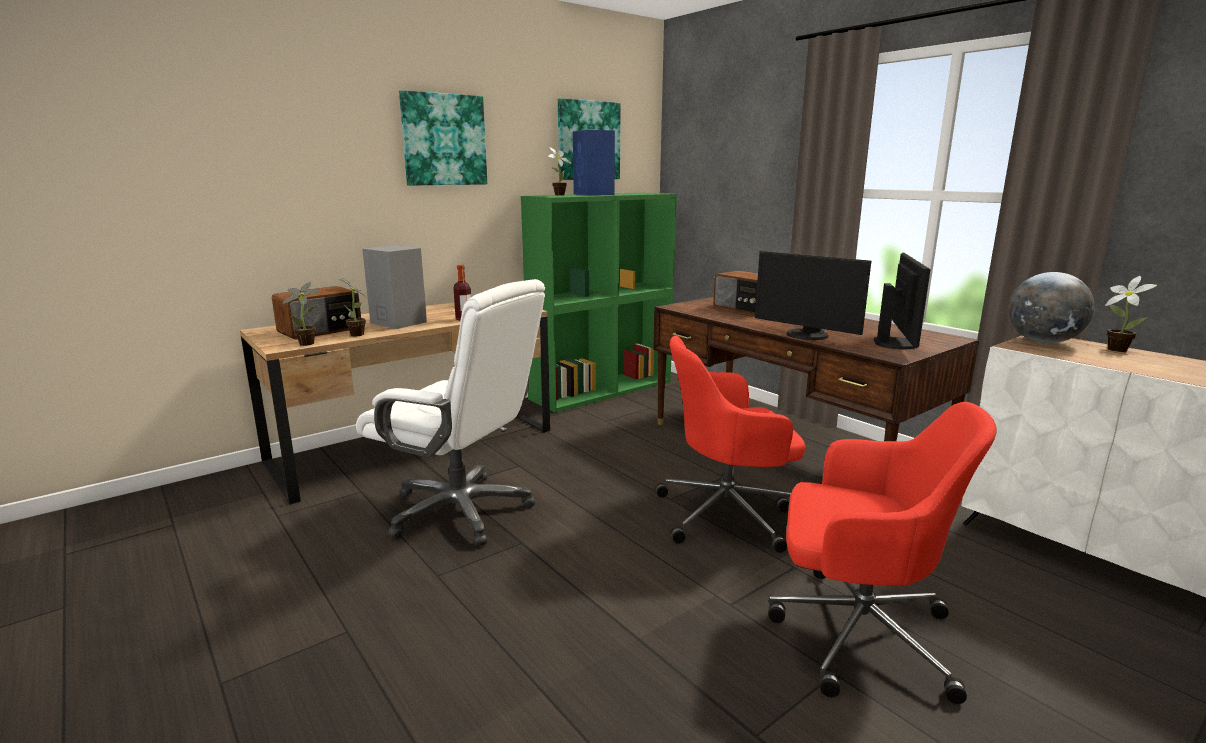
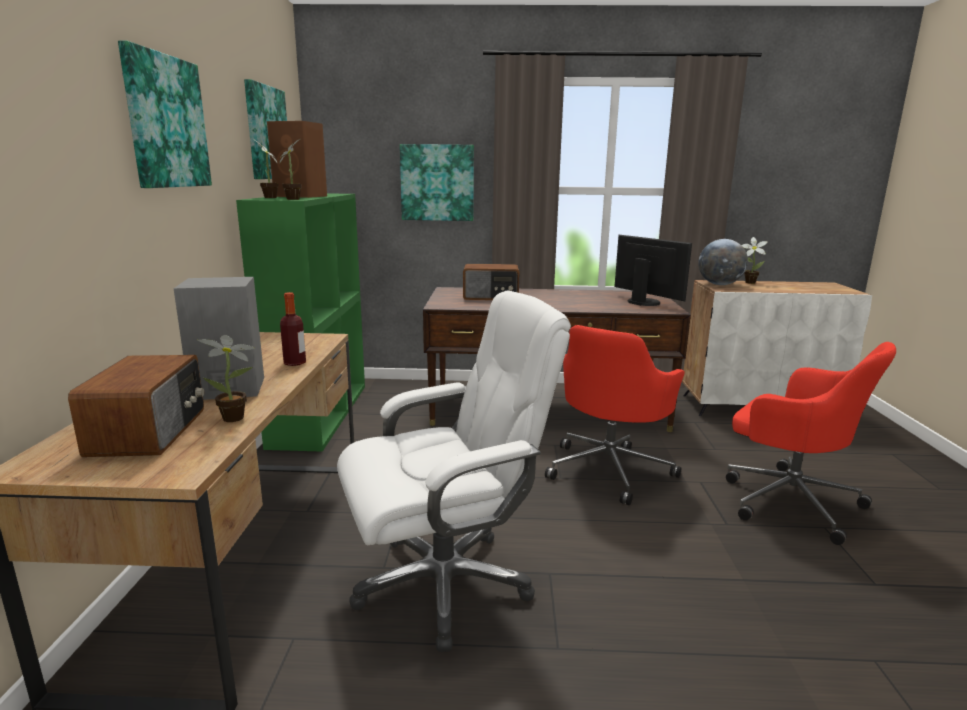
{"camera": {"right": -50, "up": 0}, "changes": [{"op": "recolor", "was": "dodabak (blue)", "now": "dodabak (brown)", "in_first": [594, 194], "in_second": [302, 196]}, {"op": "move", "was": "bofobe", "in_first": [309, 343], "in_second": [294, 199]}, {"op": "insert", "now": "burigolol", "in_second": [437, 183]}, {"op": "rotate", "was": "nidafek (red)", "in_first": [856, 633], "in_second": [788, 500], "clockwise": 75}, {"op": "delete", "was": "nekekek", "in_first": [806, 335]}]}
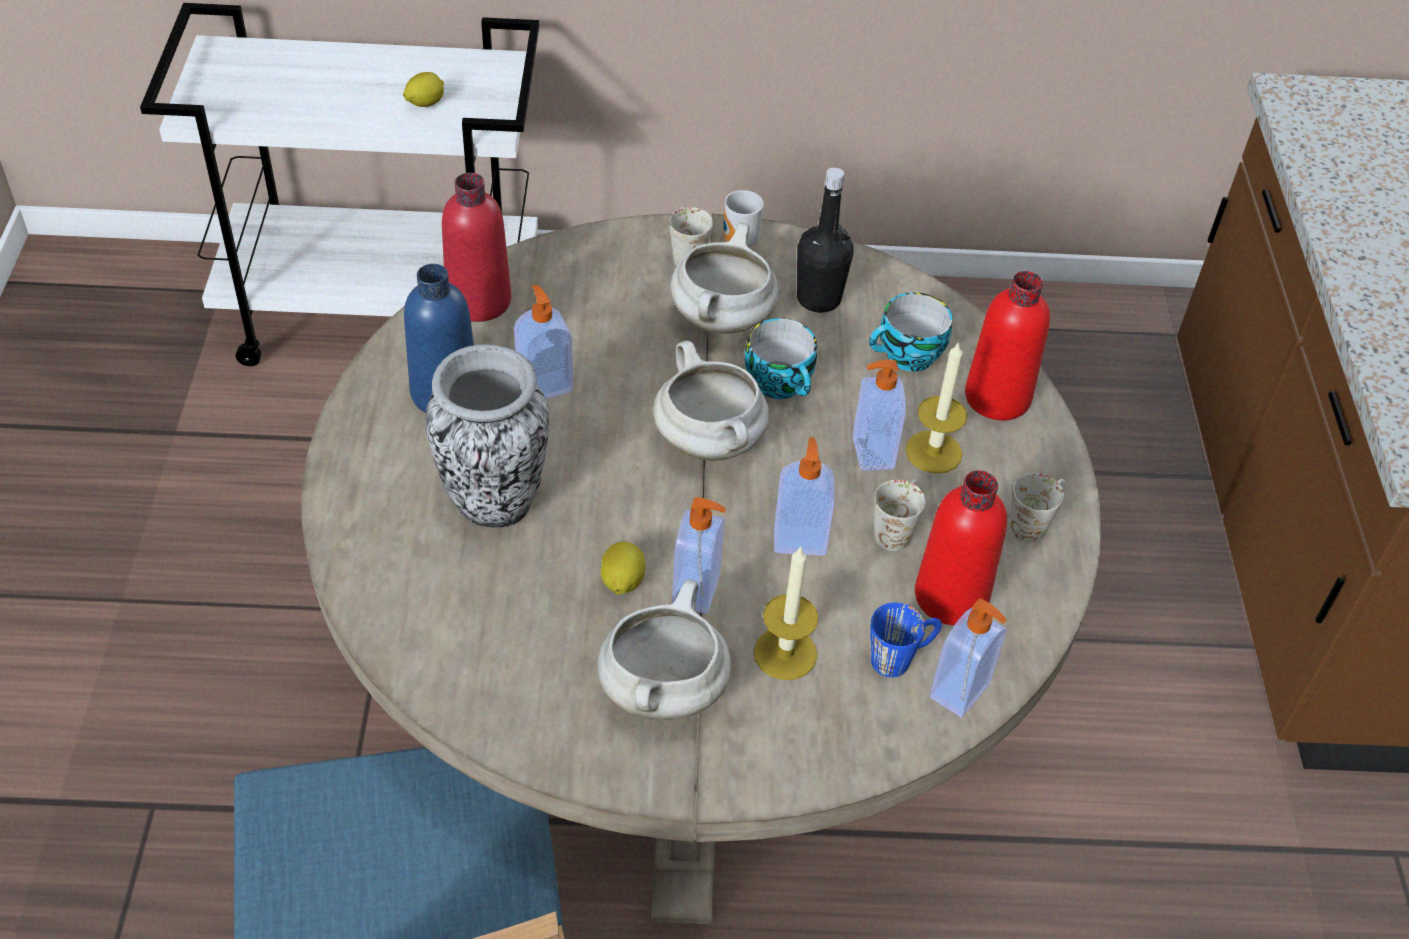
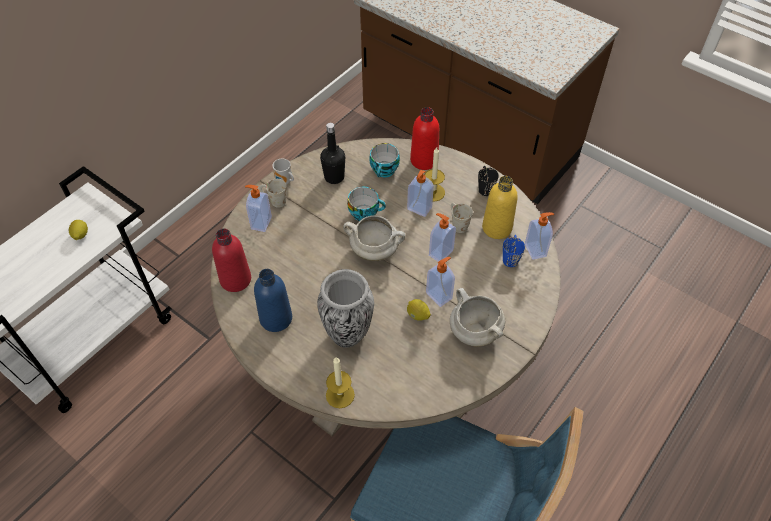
{"camera": {"right": -50, "up": 5}, "changes": [{"op": "move", "was": "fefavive", "in_first": [544, 385], "in_second": [260, 223]}, {"op": "move", "was": "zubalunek", "in_first": [785, 653], "in_second": [340, 395]}, {"op": "recolor", "was": "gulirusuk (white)", "now": "gulirusuk (black)", "in_first": [1034, 523], "in_second": [484, 187]}, {"op": "recolor", "was": "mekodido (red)", "now": "mekodido (yellow)", "in_first": [951, 596], "in_second": [497, 228]}, {"op": "delete", "was": "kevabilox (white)", "in_first": [723, 320]}]}
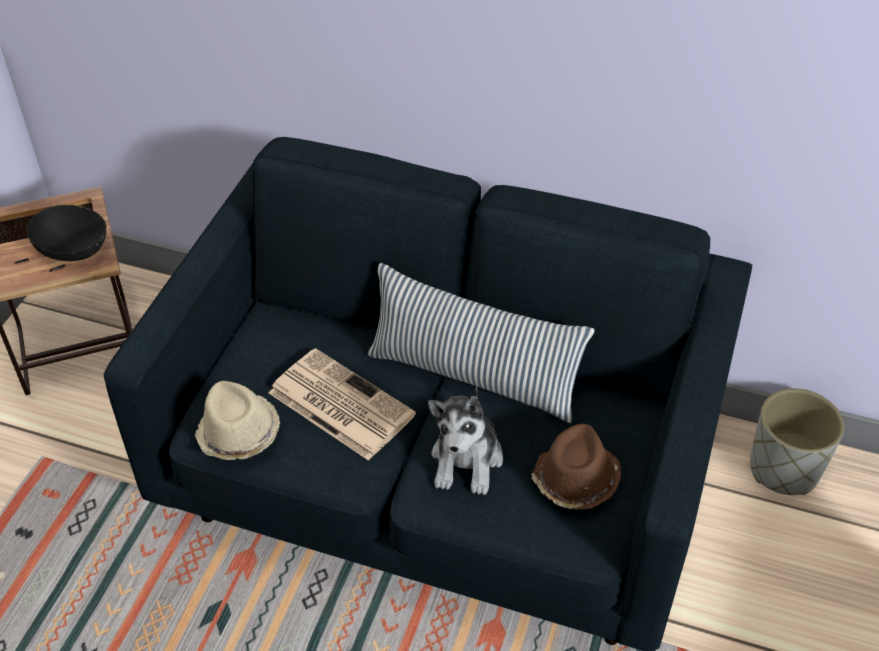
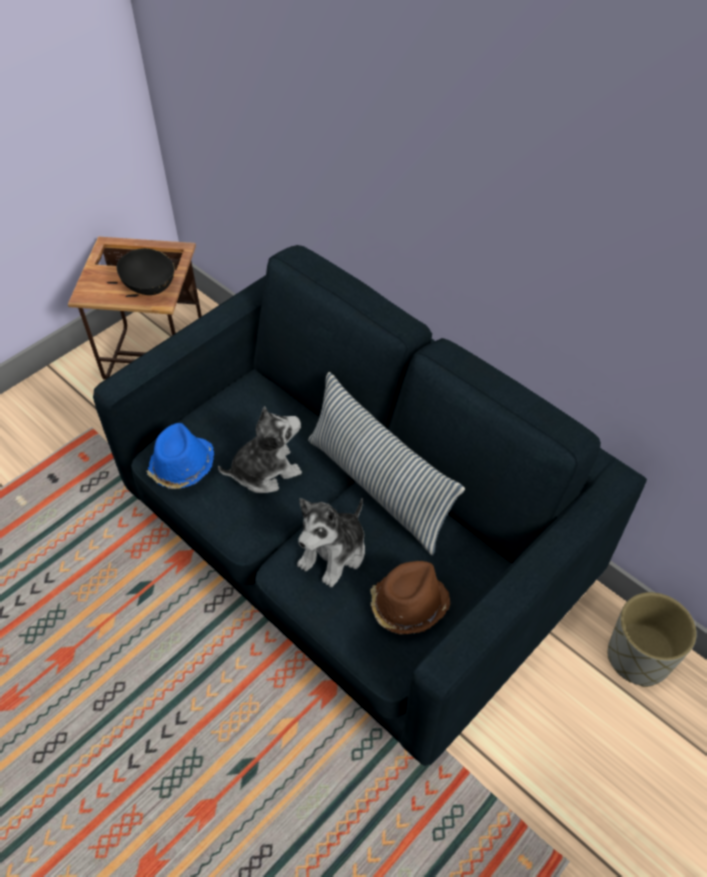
{"camera": {"right": 25, "up": 5}, "changes": [{"op": "recolor", "was": "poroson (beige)", "now": "poroson (blue)", "in_first": [238, 434], "in_second": [182, 467]}, {"op": "replace", "was": "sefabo", "now": "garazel", "in_first": [339, 404], "in_second": [265, 470]}]}
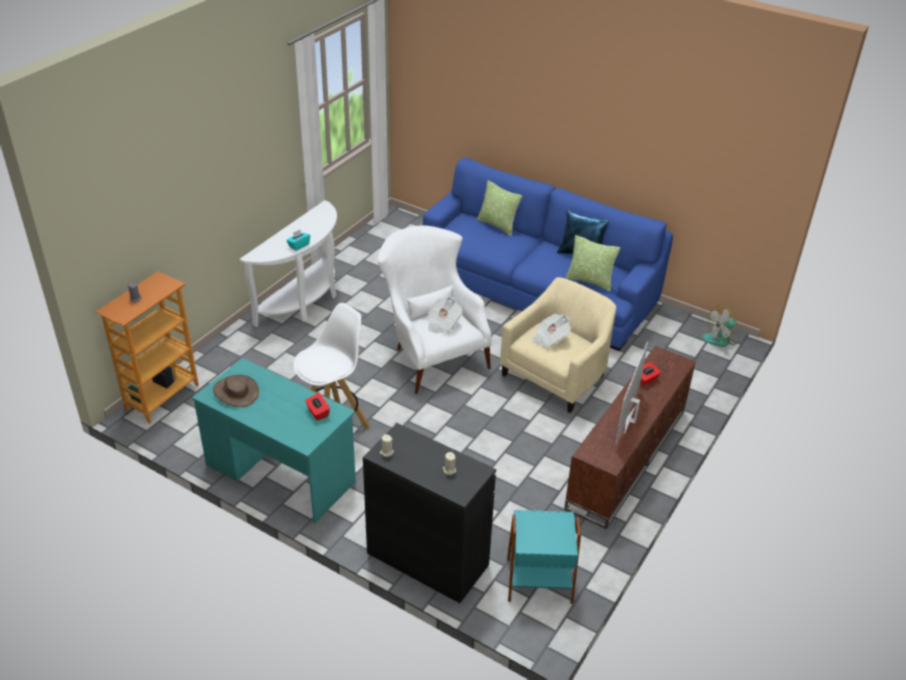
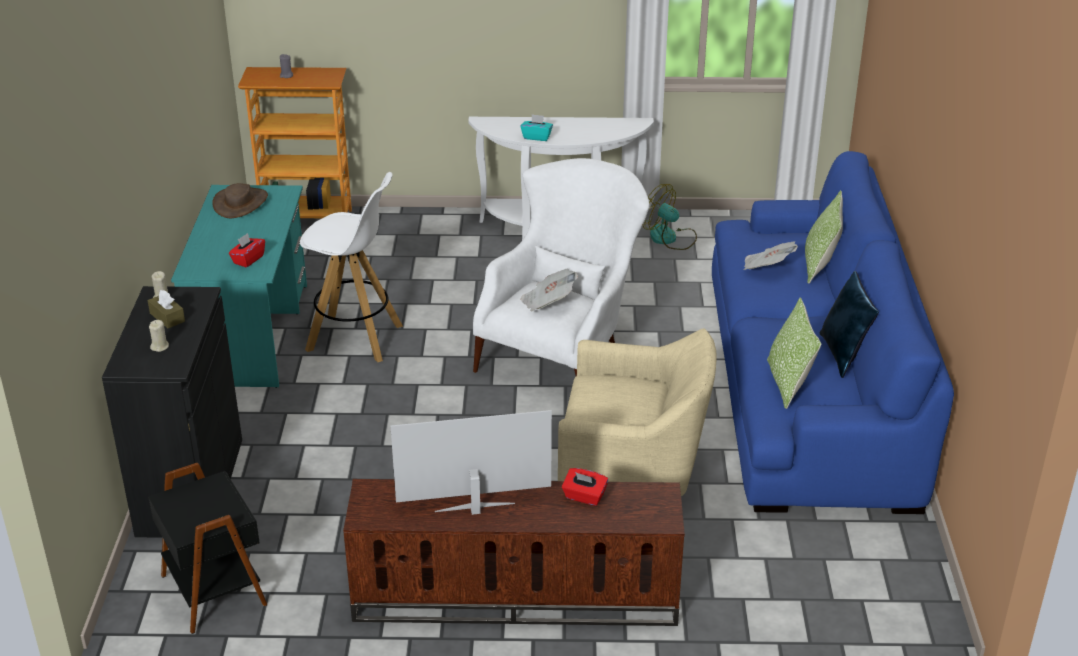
{"camera": {"right": 60, "up": -5}, "changes": [{"op": "insert", "now": "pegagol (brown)", "in_second": [167, 317]}, {"op": "recolor", "was": "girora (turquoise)", "now": "girora (black)", "in_first": [539, 579], "in_second": [216, 589]}, {"op": "move", "was": "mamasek", "in_first": [721, 339], "in_second": [669, 238]}, {"op": "move", "was": "sefabo", "in_first": [549, 338], "in_second": [767, 268]}]}
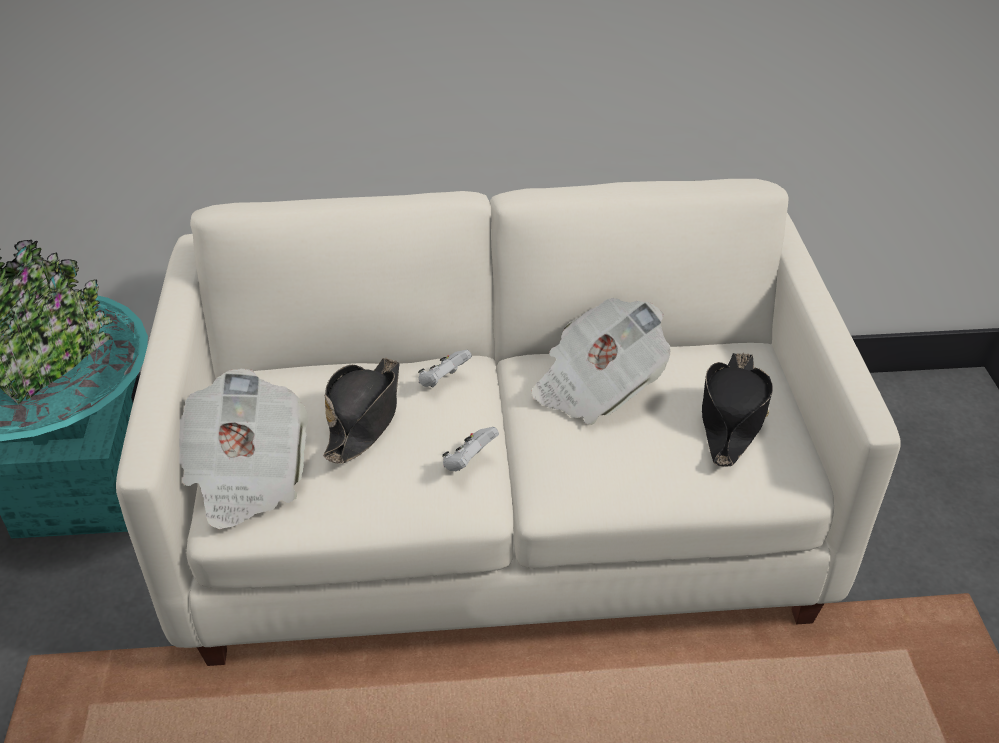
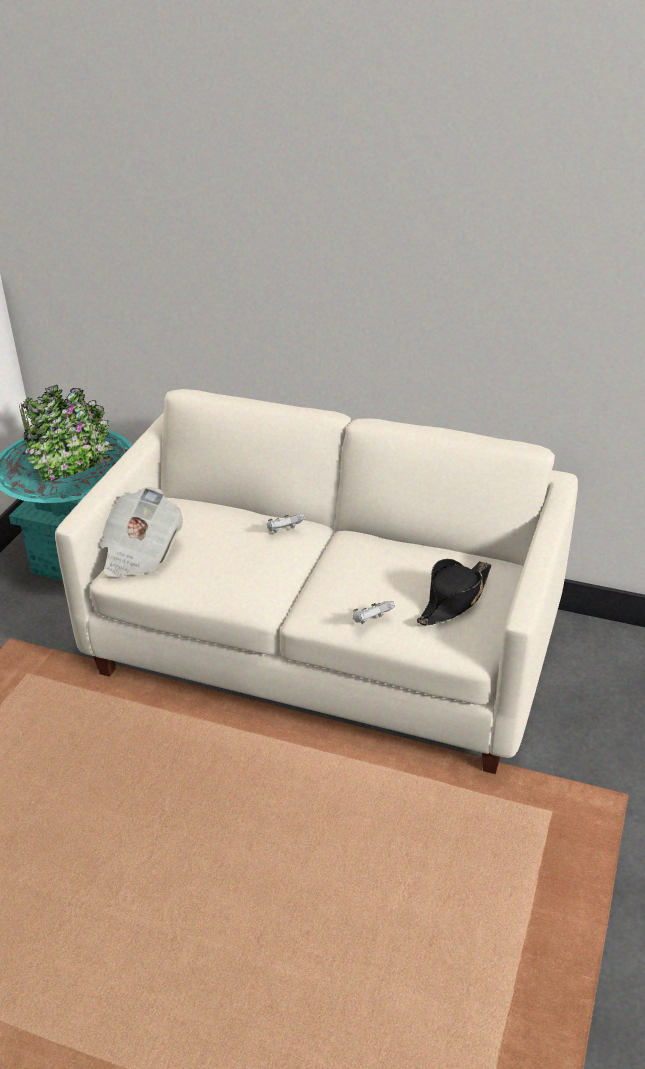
{"camera": {"right": 25, "up": -5}, "changes": [{"op": "move", "was": "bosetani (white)", "in_first": [469, 462], "in_second": [371, 621]}, {"op": "delete", "was": "poroson (black)", "in_first": [364, 416]}, {"op": "delete", "was": "sefabo", "in_first": [596, 386]}]}
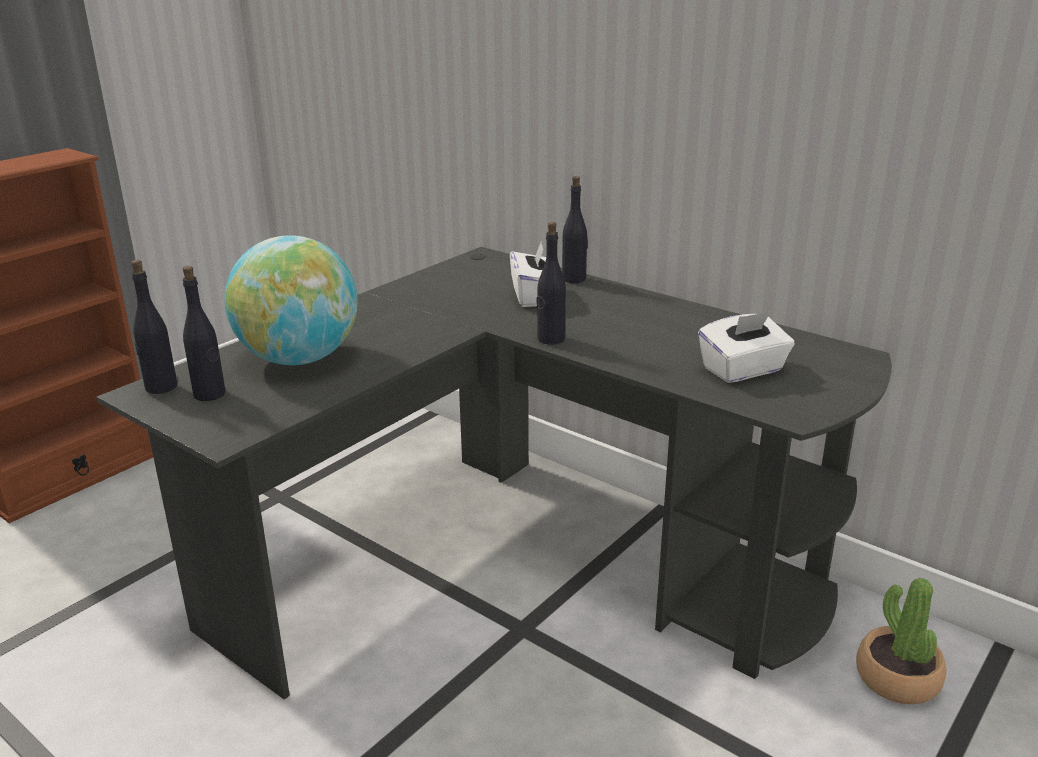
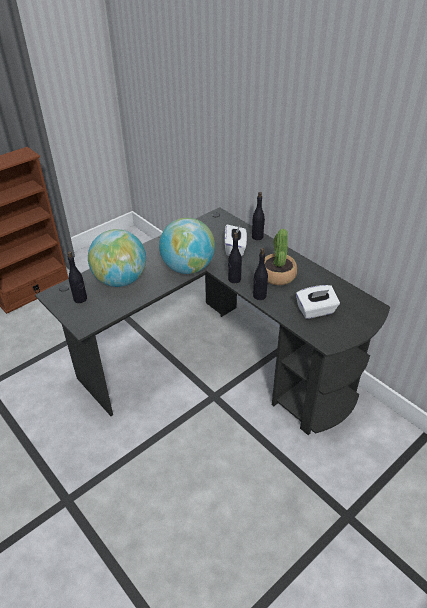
{"camera": {"right": 10, "up": 15}, "changes": [{"op": "insert", "now": "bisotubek", "in_second": [188, 268]}, {"op": "move", "was": "mekodido (black)", "in_first": [160, 387], "in_second": [259, 296]}, {"op": "move", "was": "bofobe", "in_first": [897, 678], "in_second": [277, 275]}]}
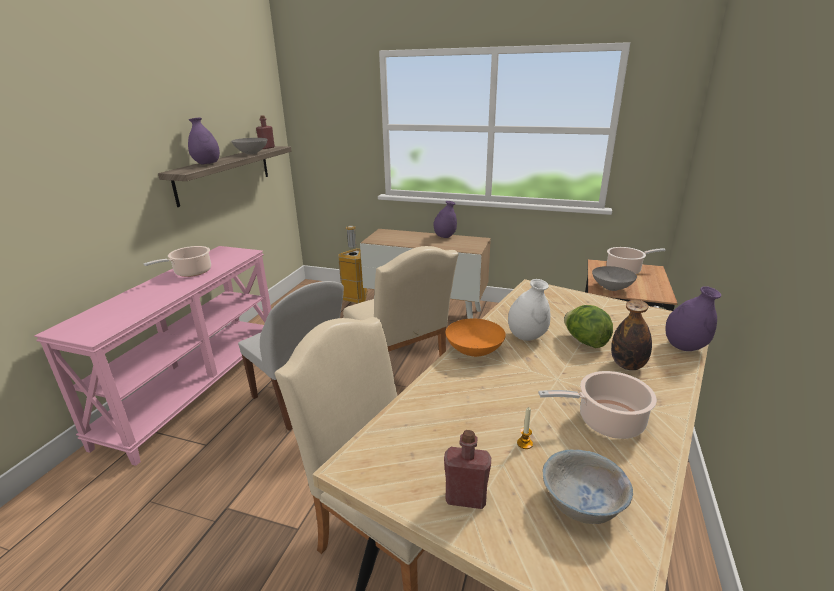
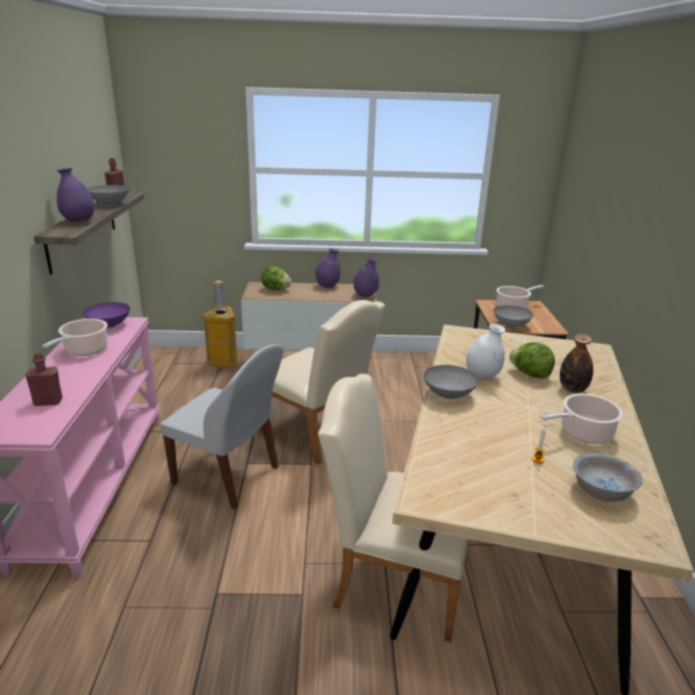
{"camera": {"right": -20, "up": 0}, "changes": [{"op": "move", "was": "mekodido (red)", "in_first": [466, 498], "in_second": [48, 402]}, {"op": "insert", "now": "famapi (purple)", "in_second": [108, 325]}, {"op": "insert", "now": "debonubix", "in_second": [276, 289]}, {"op": "move", "was": "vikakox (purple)", "in_first": [684, 347], "in_second": [365, 295]}, {"op": "recolor", "was": "famapi (orange)", "now": "famapi (grey)", "in_first": [474, 351], "in_second": [448, 394]}]}
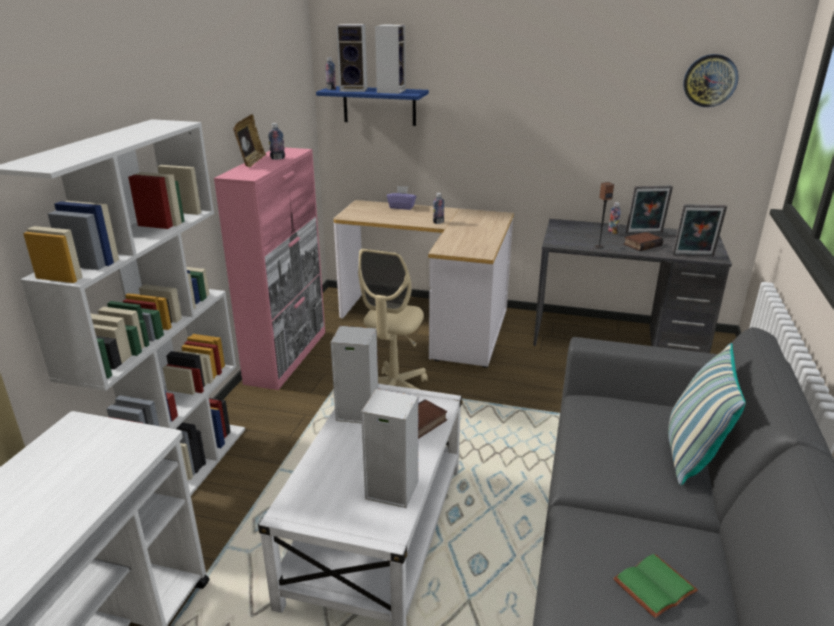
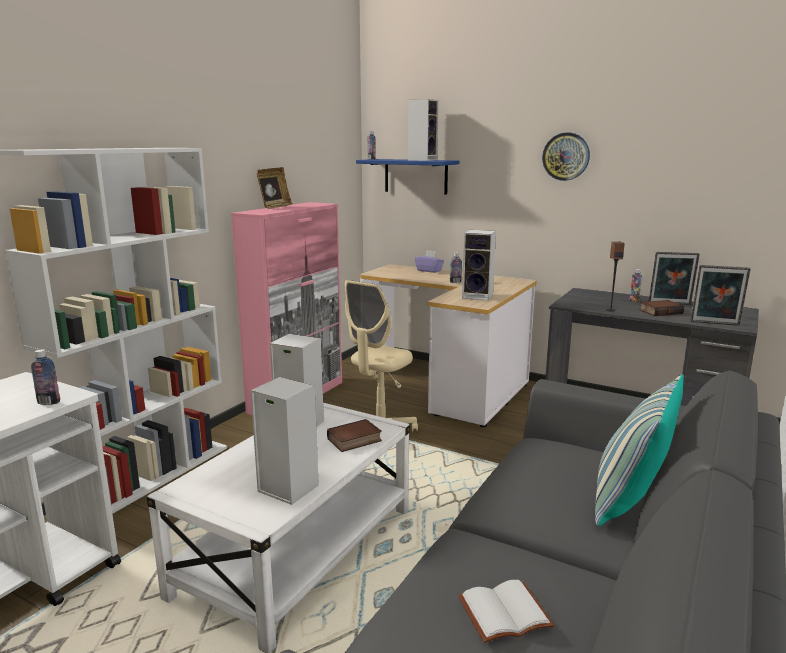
{"camera": {"right": 15, "up": -10}, "changes": [{"op": "move", "was": "mekodido", "in_first": [278, 158], "in_second": [49, 402]}, {"op": "recolor", "was": "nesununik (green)", "now": "nesununik (white)", "in_first": [655, 588], "in_second": [504, 615]}, {"op": "move", "was": "dodabak", "in_first": [355, 89], "in_second": [479, 296]}, {"op": "move", "was": "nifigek", "in_first": [710, 80], "in_second": [566, 156]}]}
